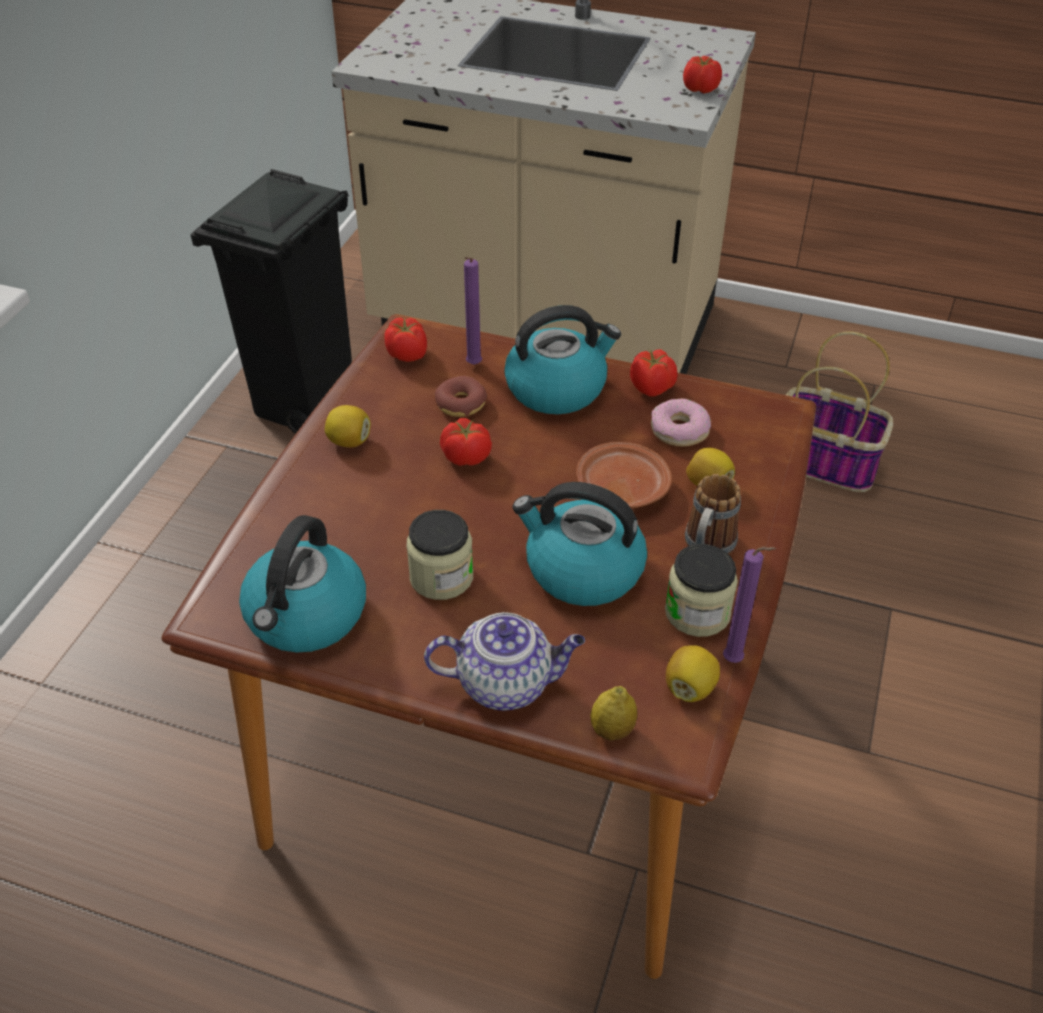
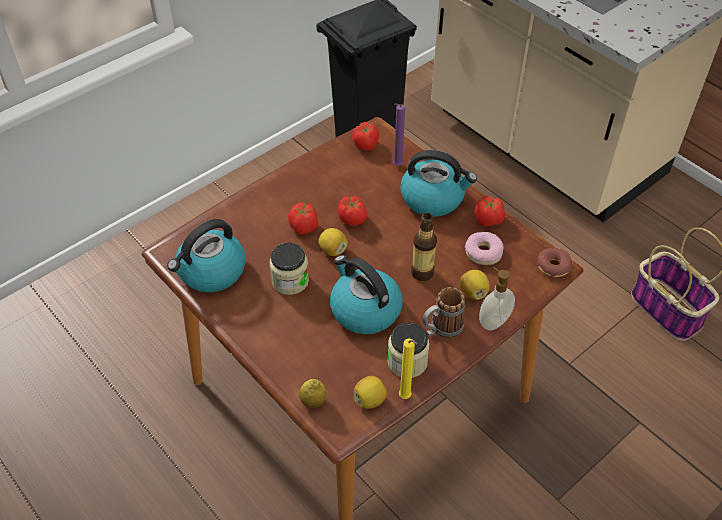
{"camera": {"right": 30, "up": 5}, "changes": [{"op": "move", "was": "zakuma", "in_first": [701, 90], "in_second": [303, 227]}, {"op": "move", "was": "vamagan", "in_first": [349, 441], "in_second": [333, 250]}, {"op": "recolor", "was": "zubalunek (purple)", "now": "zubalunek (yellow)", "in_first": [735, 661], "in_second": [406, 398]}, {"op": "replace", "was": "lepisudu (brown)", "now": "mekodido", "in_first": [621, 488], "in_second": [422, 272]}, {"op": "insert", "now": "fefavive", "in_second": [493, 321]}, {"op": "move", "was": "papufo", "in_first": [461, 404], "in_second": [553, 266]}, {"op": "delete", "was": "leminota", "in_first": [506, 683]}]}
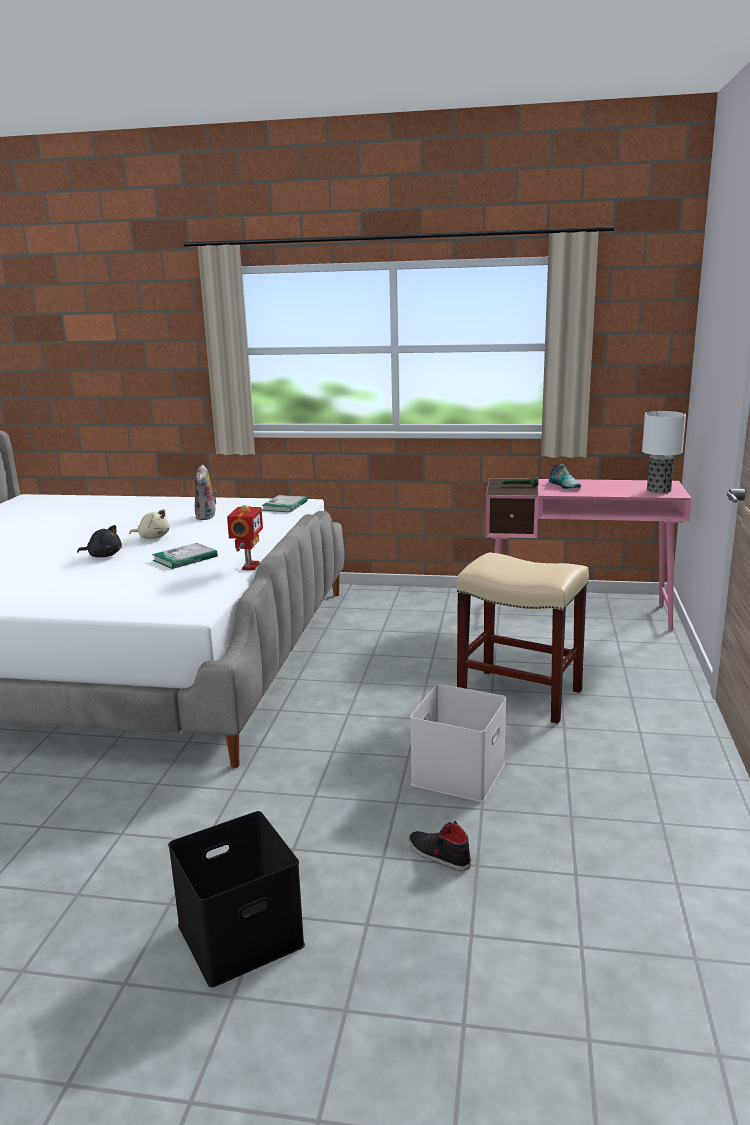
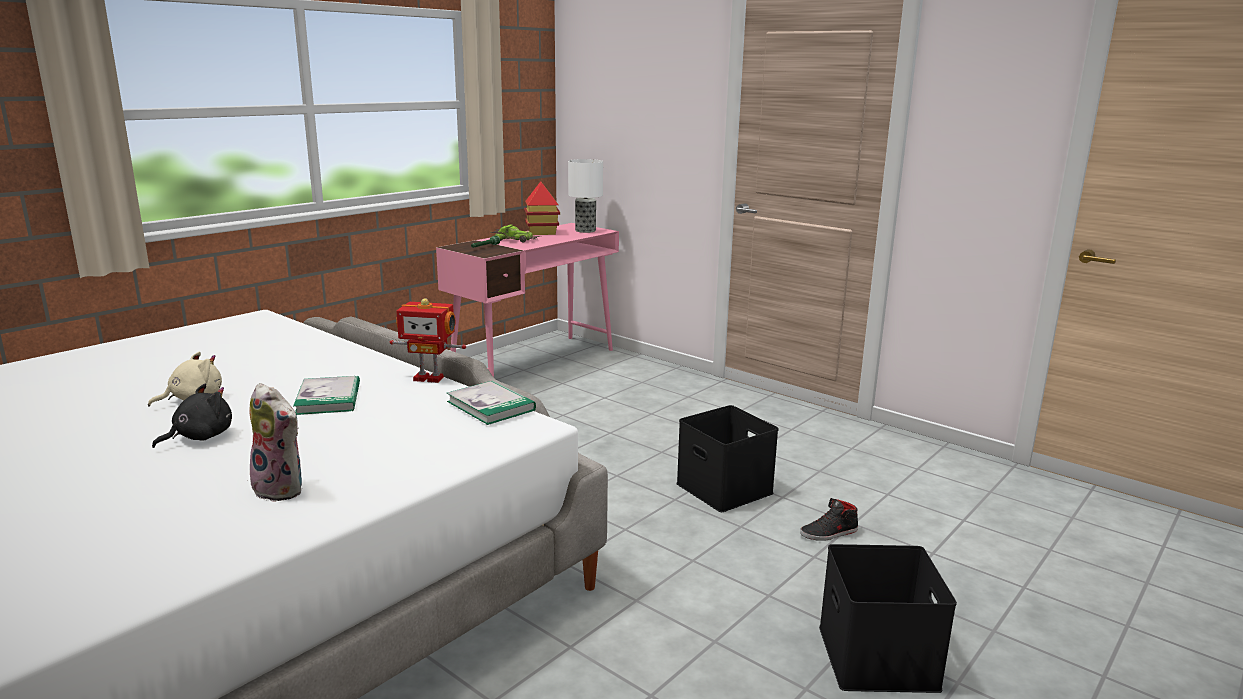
{"camera": {"right": -60, "up": 0}, "changes": [{"op": "move", "was": "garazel", "in_first": [207, 517], "in_second": [283, 489]}, {"op": "rotate", "was": "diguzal", "in_first": [249, 566], "in_second": [429, 378], "clockwise": 150}, {"op": "move", "was": "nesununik", "in_first": [285, 506], "in_second": [491, 406]}, {"op": "replace", "was": "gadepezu", "now": "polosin", "in_first": [565, 485], "in_second": [515, 240]}, {"op": "insert", "now": "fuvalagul", "in_second": [542, 232]}, {"op": "recolor", "was": "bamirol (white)", "now": "bamirol (black)", "in_first": [459, 775], "in_second": [726, 488]}, {"op": "delete", "was": "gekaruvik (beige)", "in_first": [521, 695]}]}
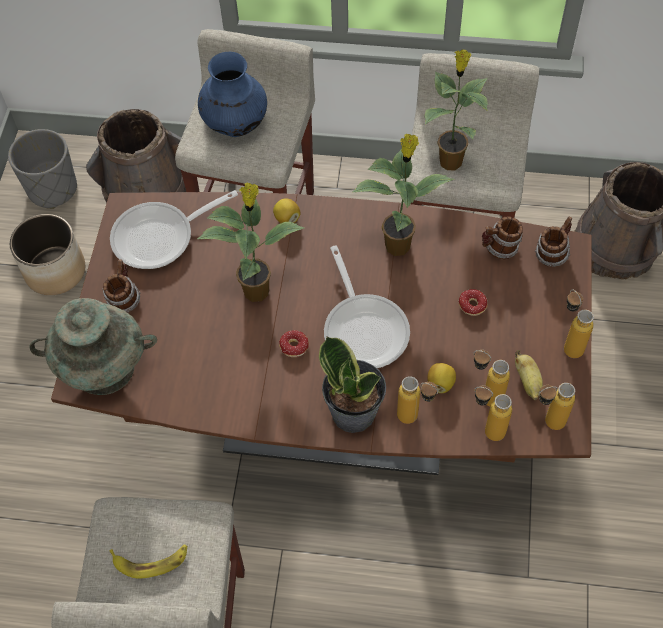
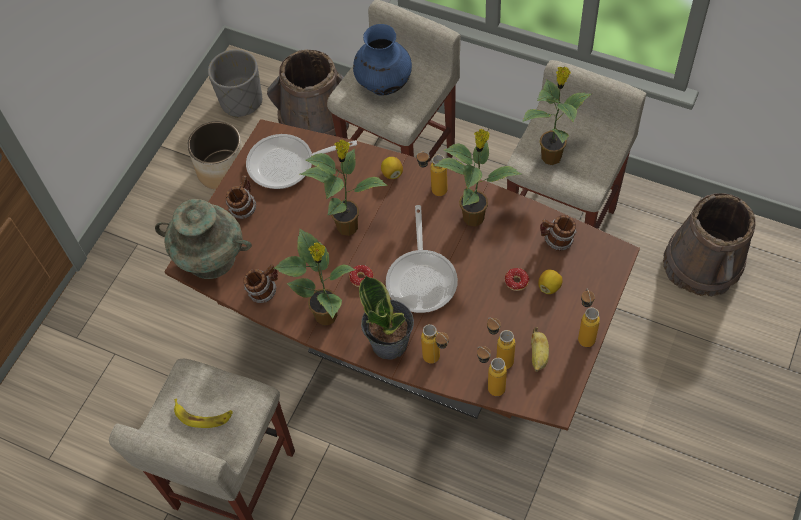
{"camera": {"right": 20, "up": 0}, "changes": [{"op": "move", "was": "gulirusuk", "in_first": [552, 253], "in_second": [264, 291]}, {"op": "insert", "now": "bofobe", "in_second": [327, 316]}, {"op": "move", "was": "mekodido", "in_first": [546, 423], "in_second": [432, 190]}, {"op": "move", "was": "vamagan", "in_first": [440, 383], "in_second": [549, 286]}]}
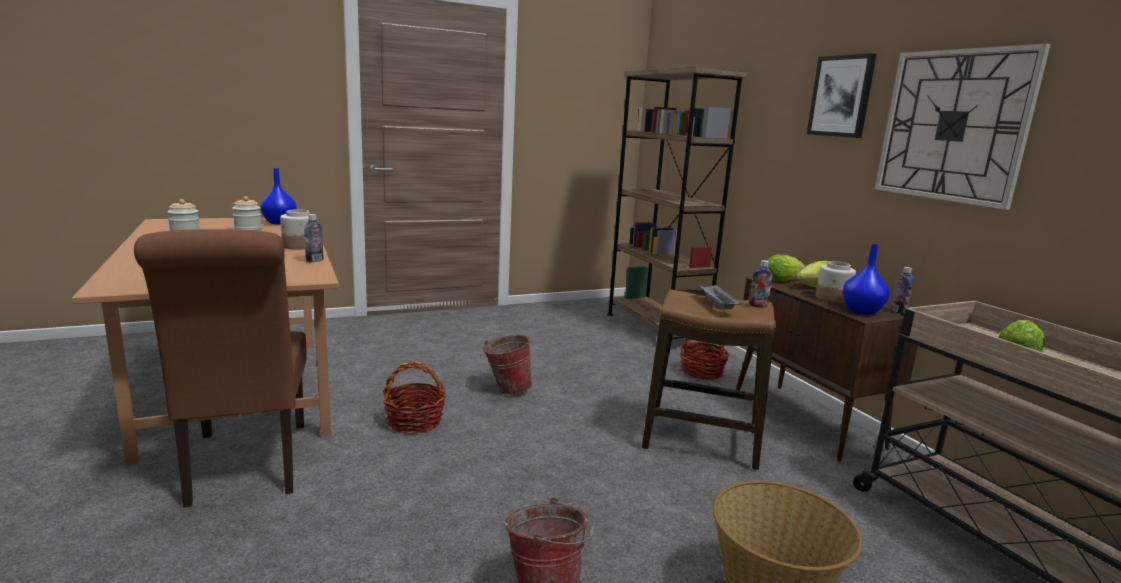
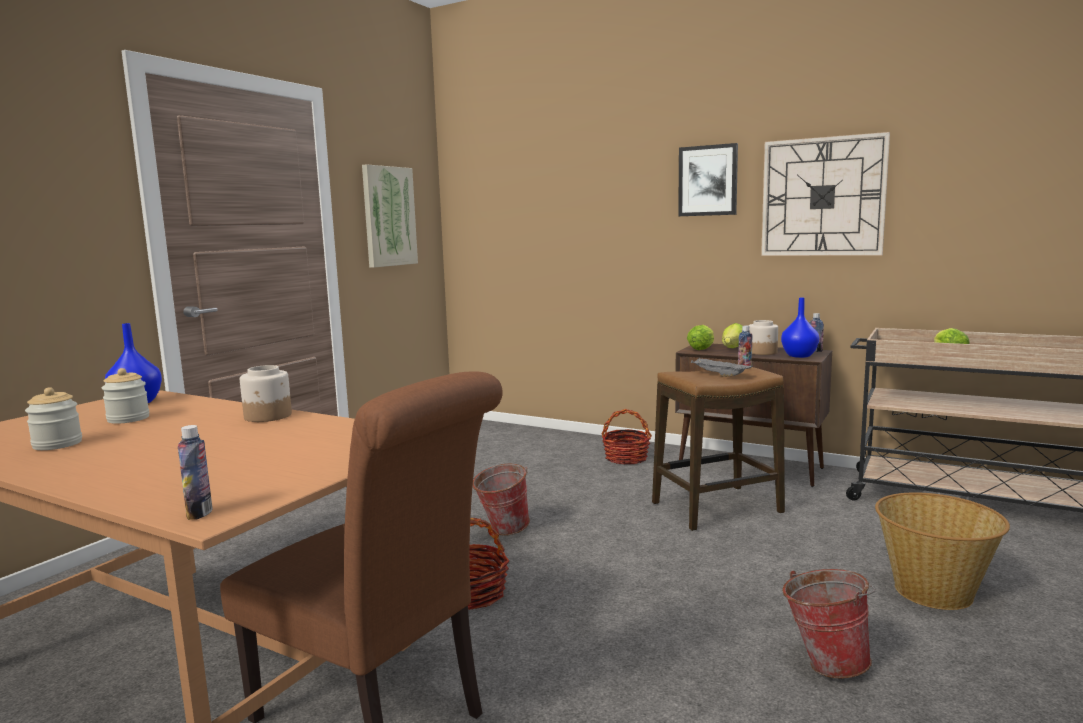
{"camera": {"right": -35, "up": -5}, "changes": [{"op": "move", "was": "mekodido", "in_first": [314, 260], "in_second": [199, 513]}, {"op": "insert", "now": "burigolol", "in_second": [389, 216]}, {"op": "delete", "was": "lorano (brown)", "in_first": [655, 329]}]}
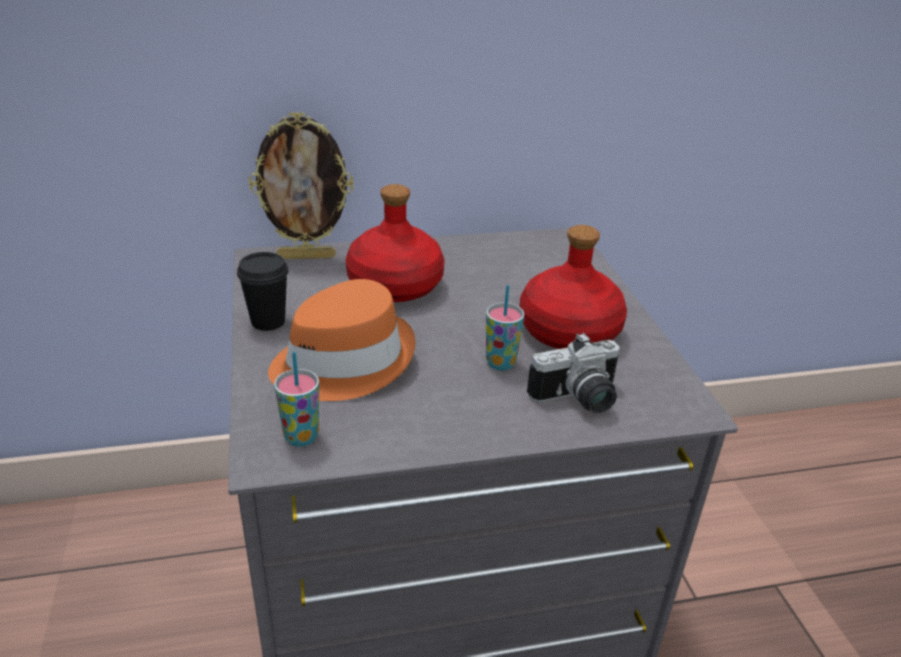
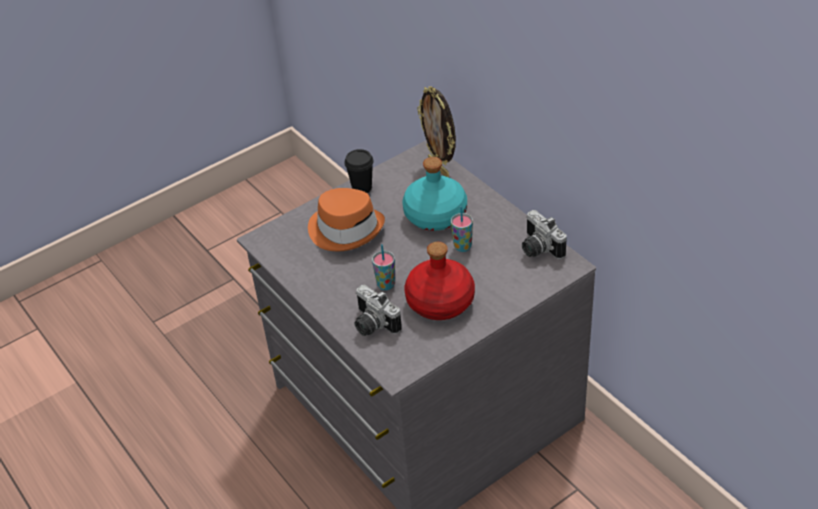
{"camera": {"right": 70, "up": 10}, "changes": [{"op": "recolor", "was": "mekodido (red)", "now": "mekodido (turquoise)", "in_first": [394, 286], "in_second": [434, 215]}, {"op": "move", "was": "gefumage", "in_first": [301, 437], "in_second": [462, 247]}, {"op": "insert", "now": "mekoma", "in_second": [538, 248]}]}
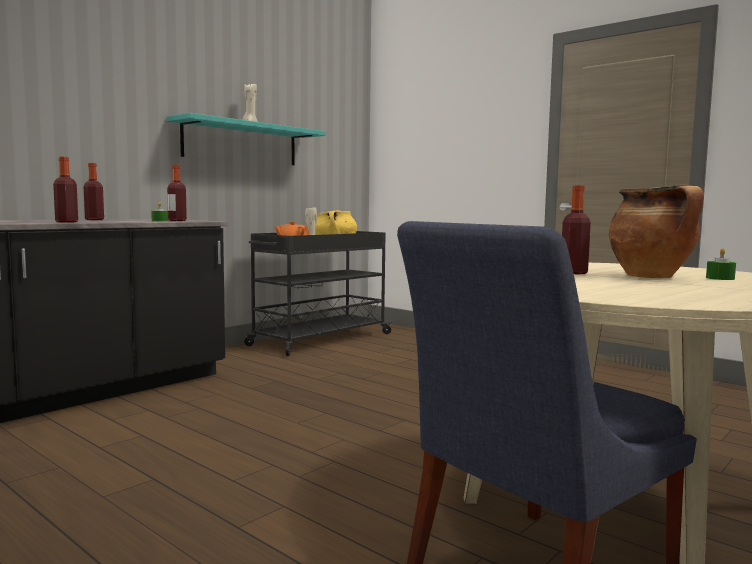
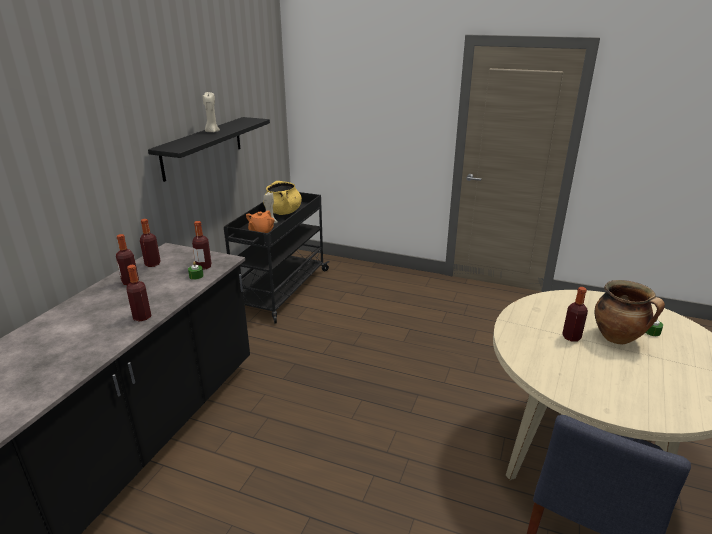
{"camera": {"right": -20, "up": 20}, "changes": [{"op": "insert", "now": "mekodido", "in_second": [152, 264]}, {"op": "recolor", "was": "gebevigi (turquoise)", "now": "gebevigi (black)", "in_first": [241, 143], "in_second": [203, 147]}]}
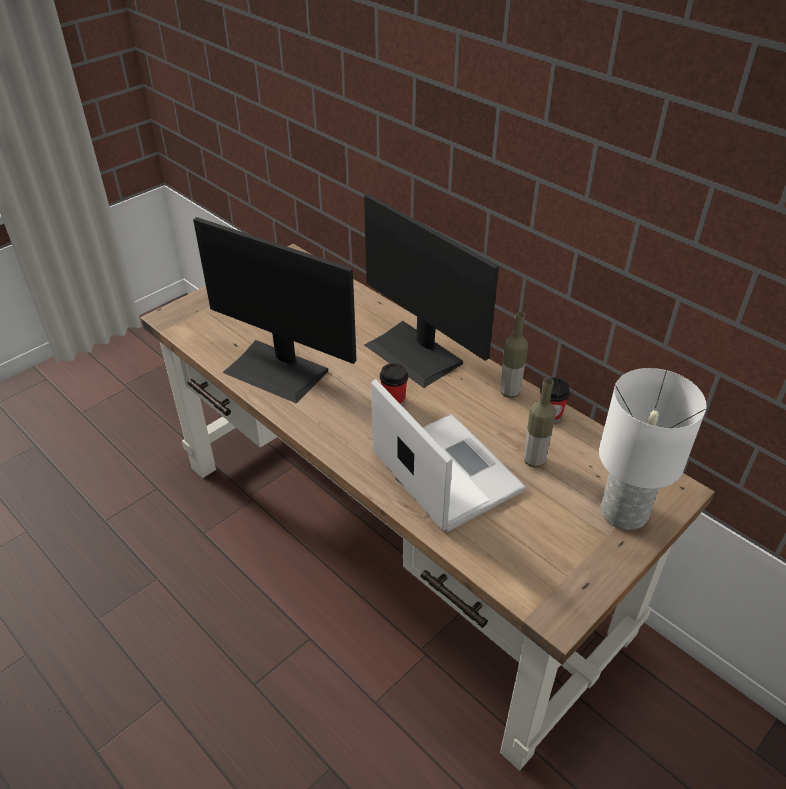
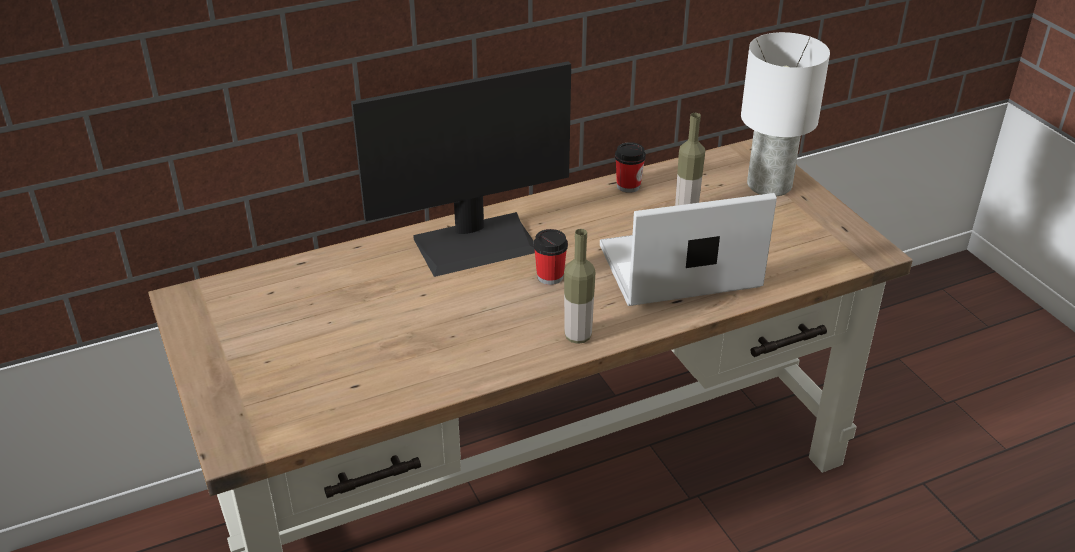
{"camera": {"right": -70, "up": -5}, "changes": [{"op": "move", "was": "mekodido", "in_first": [509, 392], "in_second": [578, 336]}, {"op": "delete", "was": "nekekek", "in_first": [277, 370]}]}
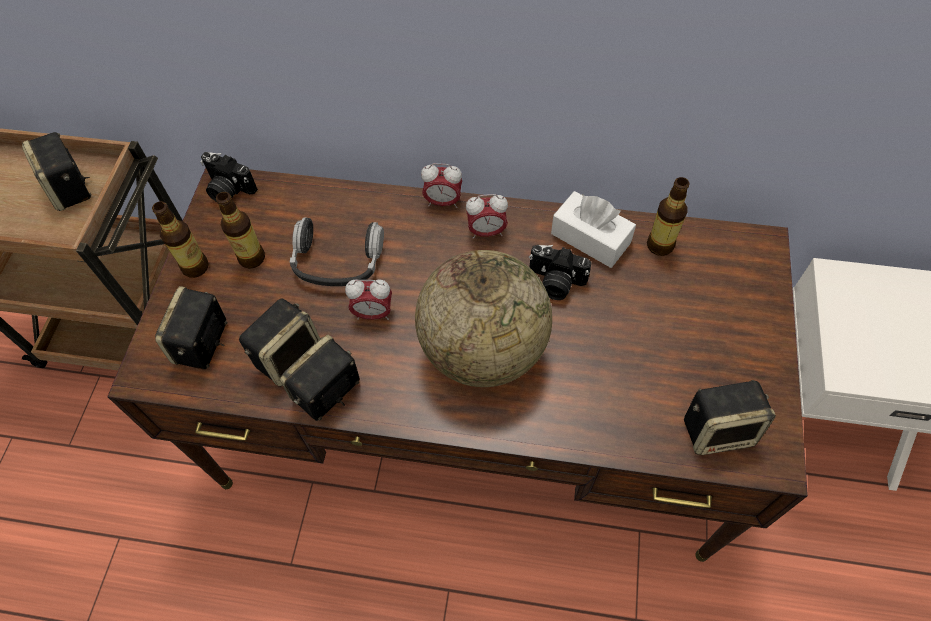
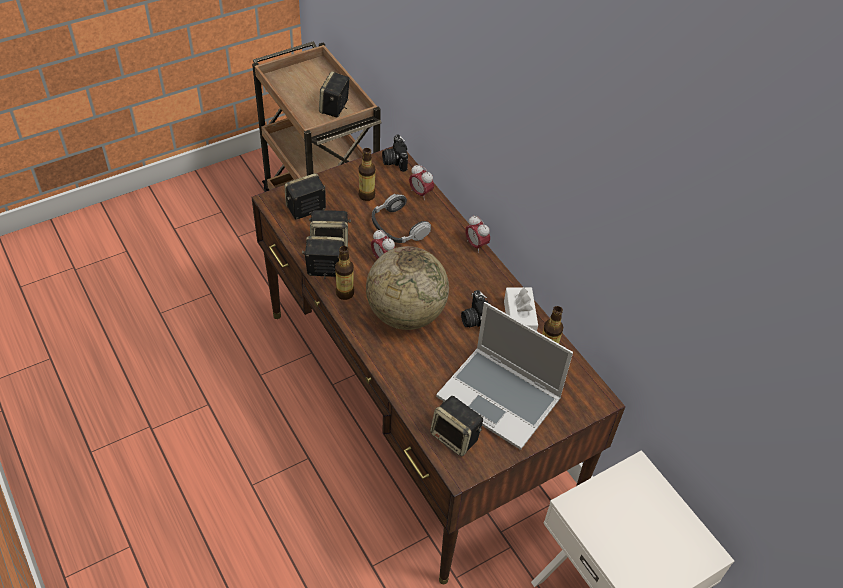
{"camera": {"right": 45, "up": -10}, "changes": [{"op": "move", "was": "mekodido", "in_first": [195, 267], "in_second": [345, 293]}, {"op": "move", "was": "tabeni", "in_first": [486, 232], "in_second": [420, 193]}, {"op": "insert", "now": "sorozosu", "in_second": [500, 398]}]}
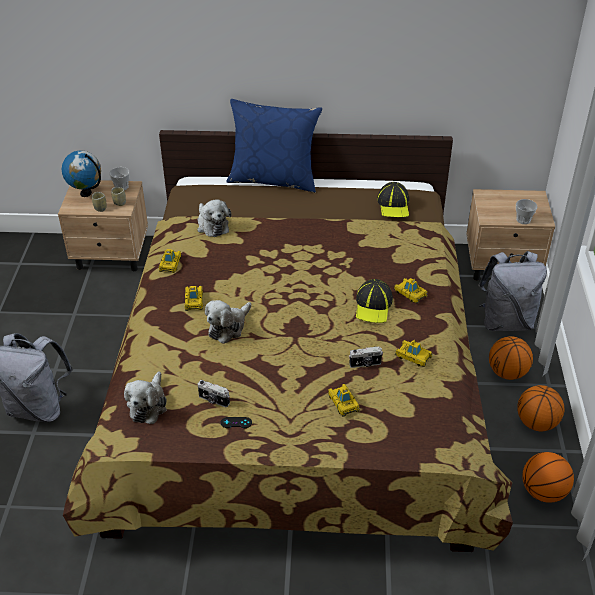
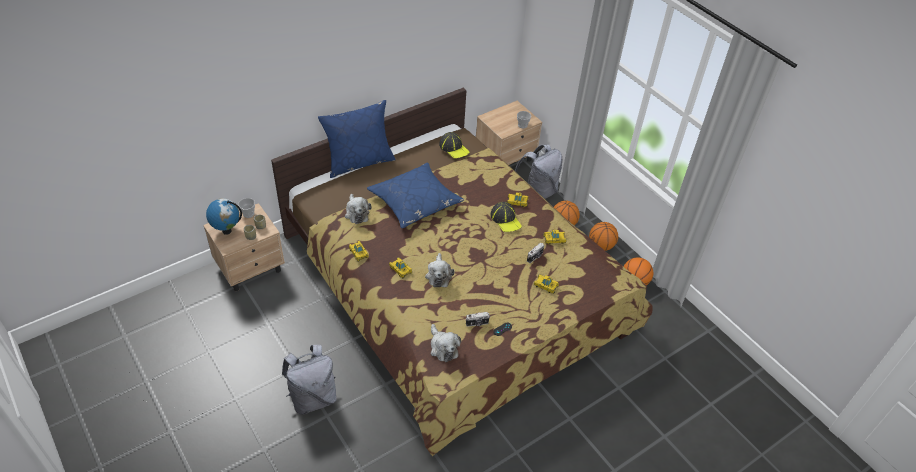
{"camera": {"right": -40, "up": 5}, "changes": [{"op": "rotate", "was": "garazel", "in_first": [212, 225], "in_second": [356, 213], "clockwise": 45}, {"op": "insert", "now": "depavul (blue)", "in_second": [415, 201]}]}
